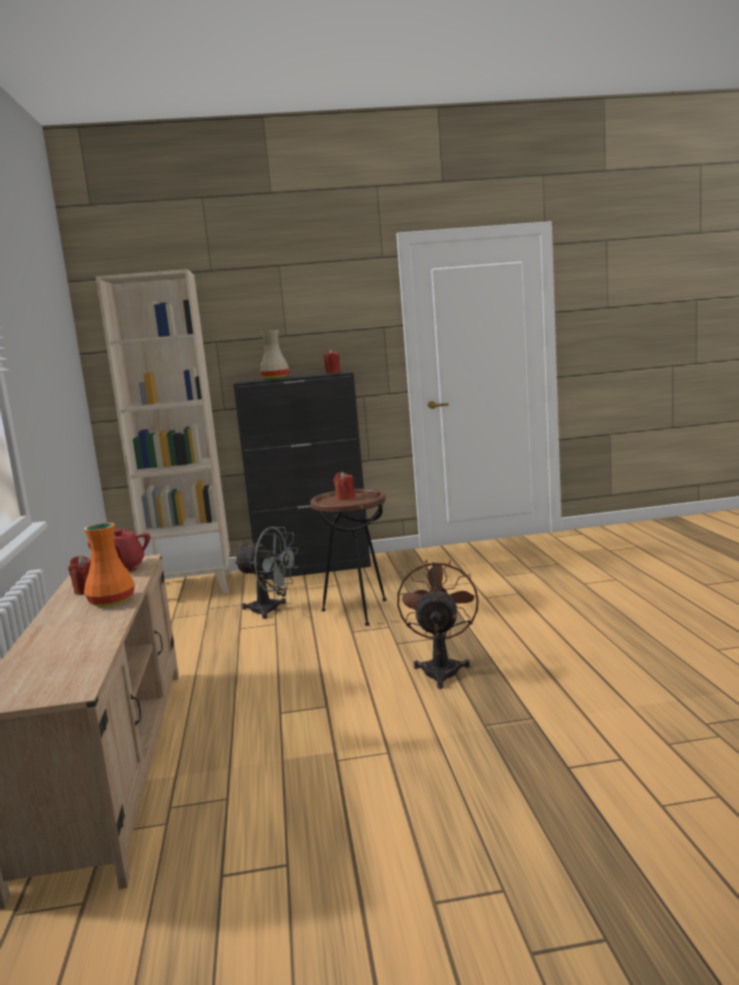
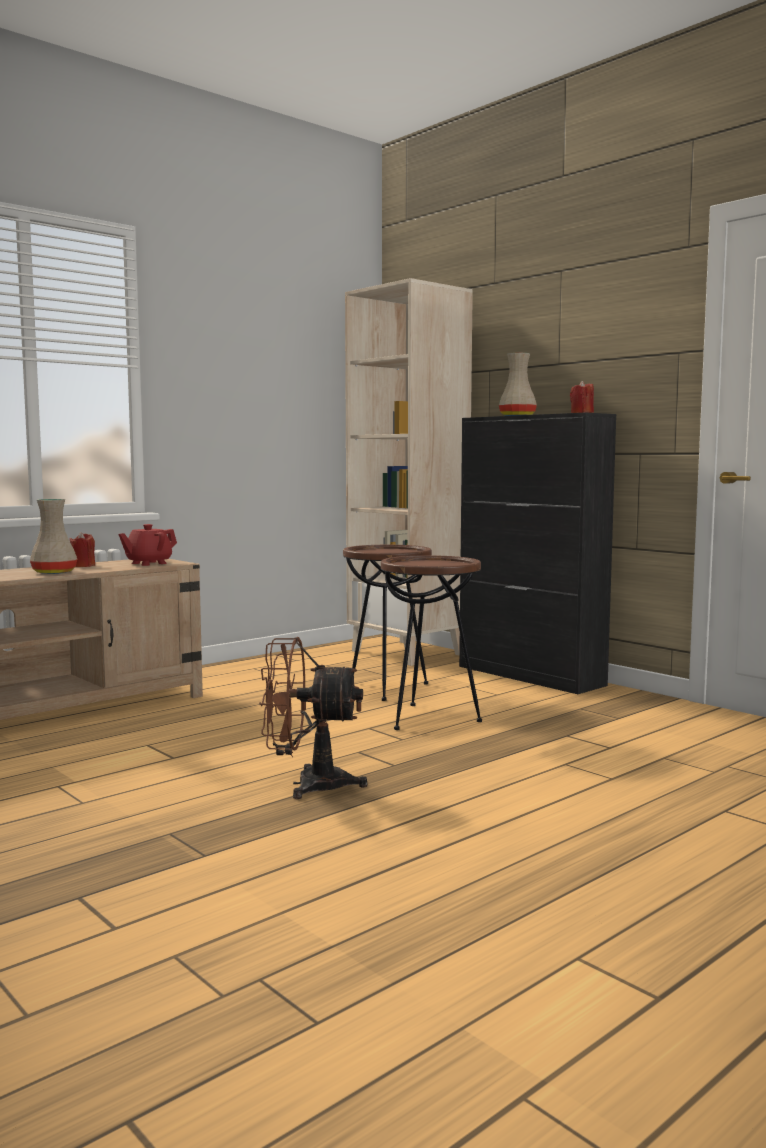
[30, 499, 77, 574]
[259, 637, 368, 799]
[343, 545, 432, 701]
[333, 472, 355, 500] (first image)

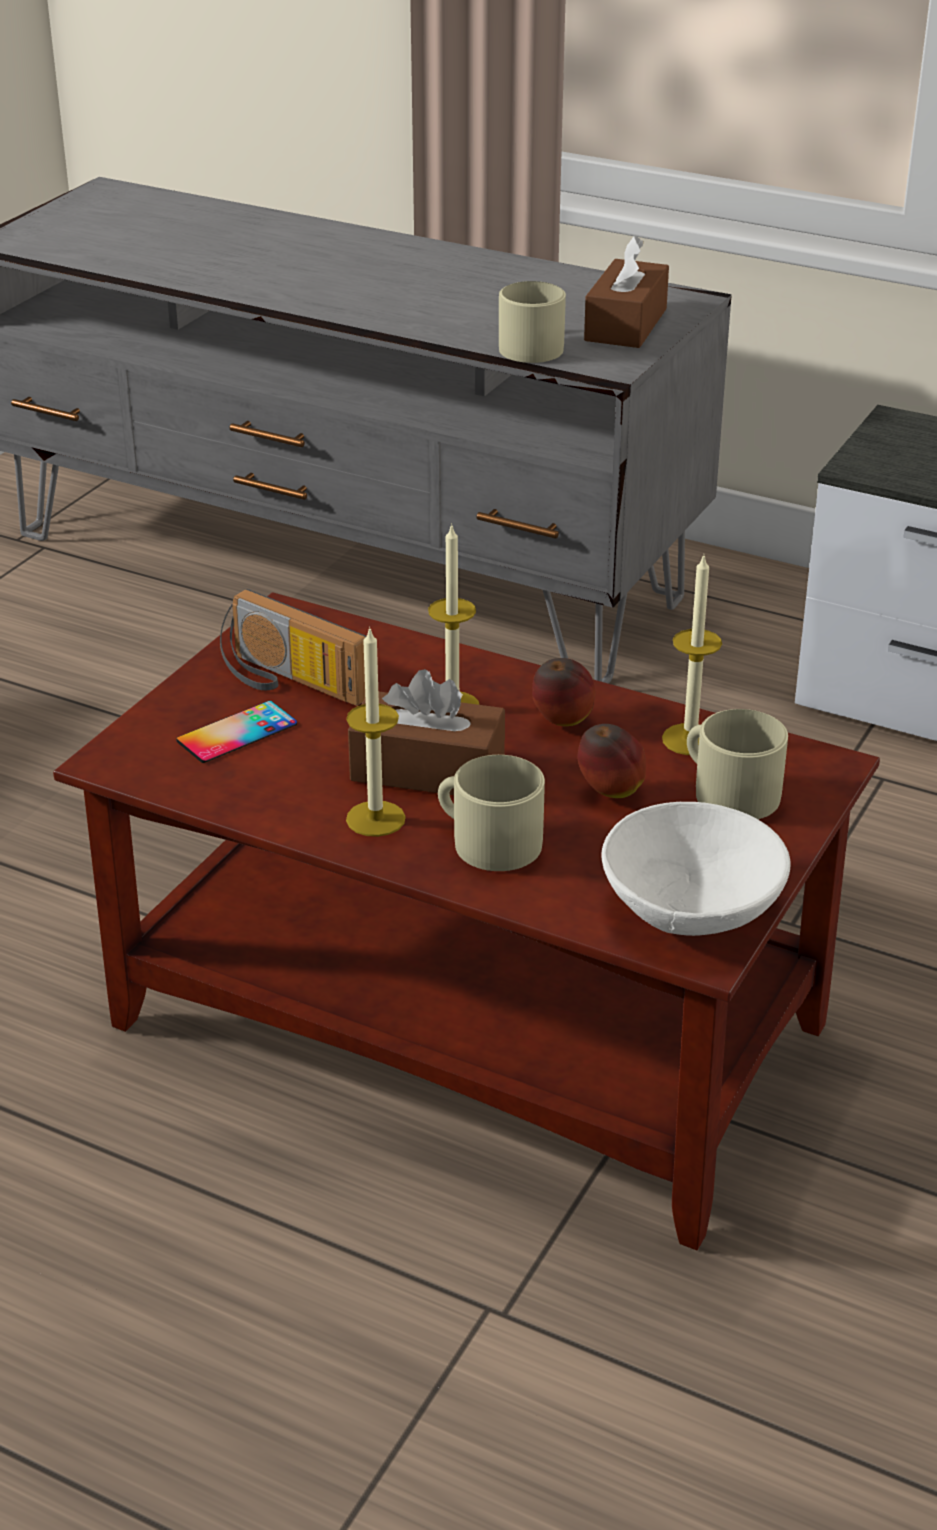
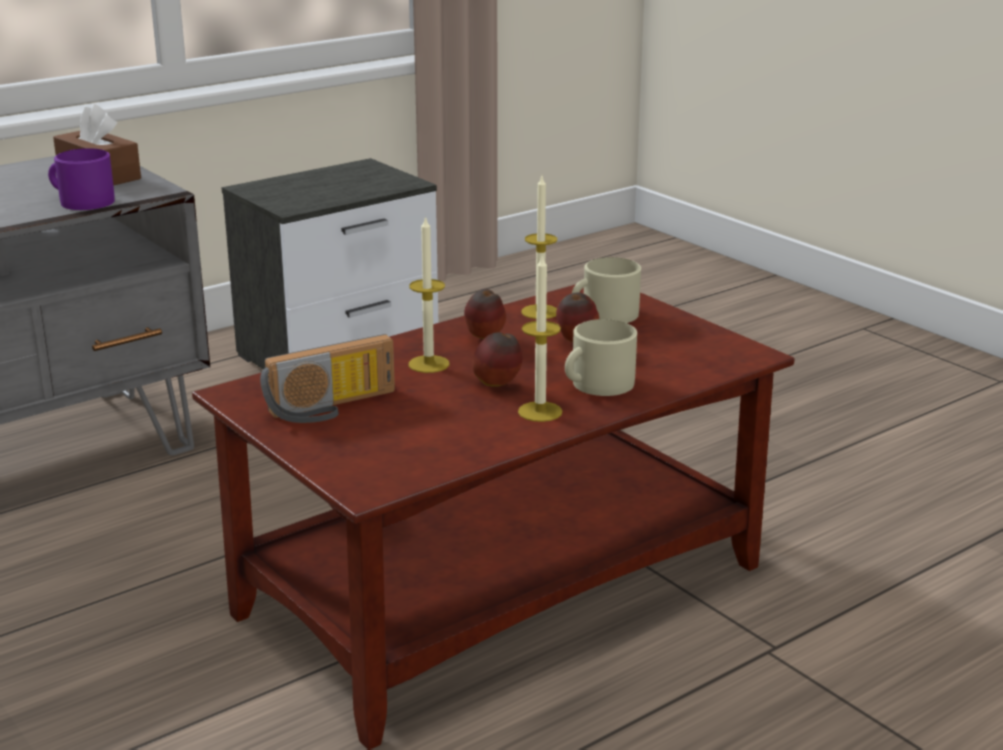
[48, 148, 115, 210]
[472, 332, 522, 387]
[176, 701, 297, 763] (first image)
[601, 802, 791, 936] (first image)

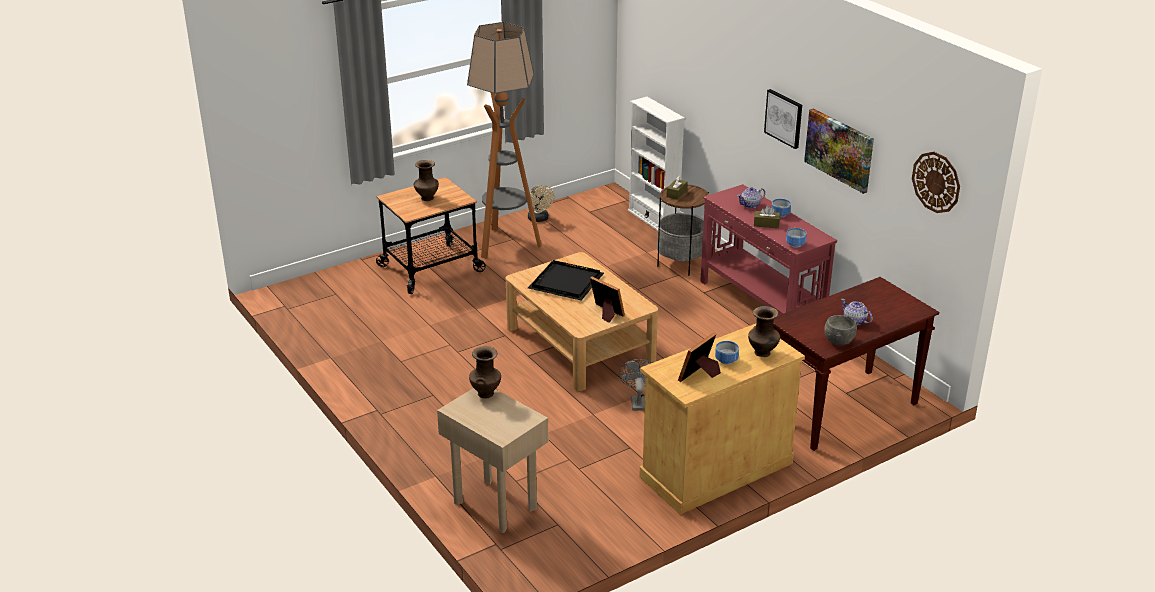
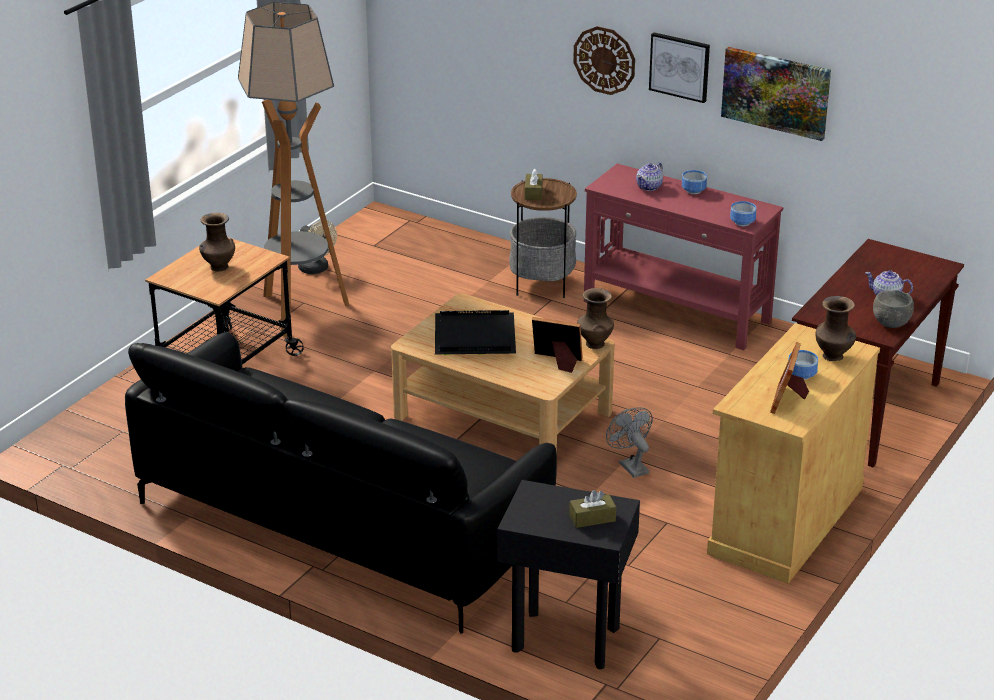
[125, 332, 557, 634]
[497, 480, 640, 669]
[569, 490, 616, 528]
[573, 26, 635, 95]
[577, 288, 614, 349]
[628, 97, 685, 231] (first image)

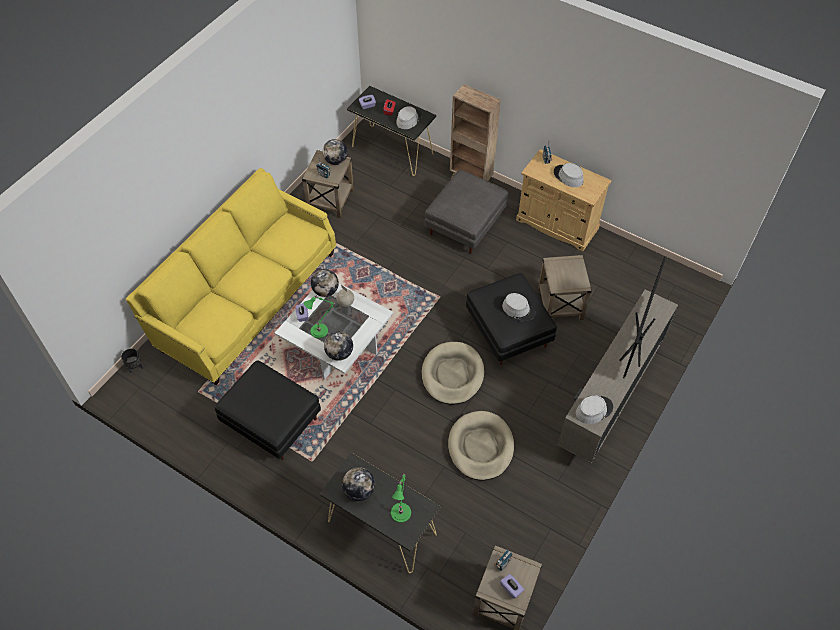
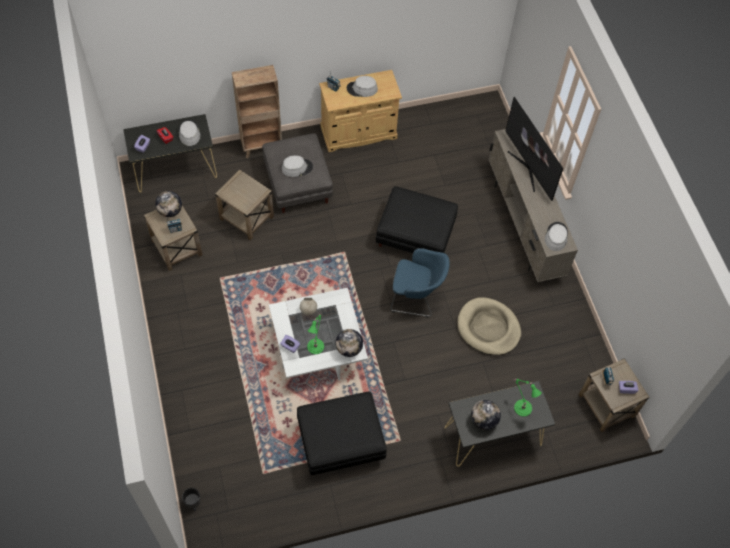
[215, 170, 274, 241]
[282, 155, 313, 177]
[390, 248, 450, 317]
[126, 168, 336, 385] (first image)
[311, 269, 339, 297] (first image)

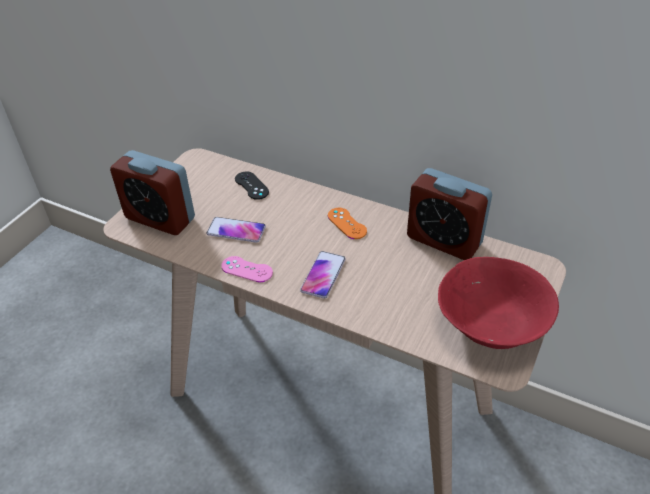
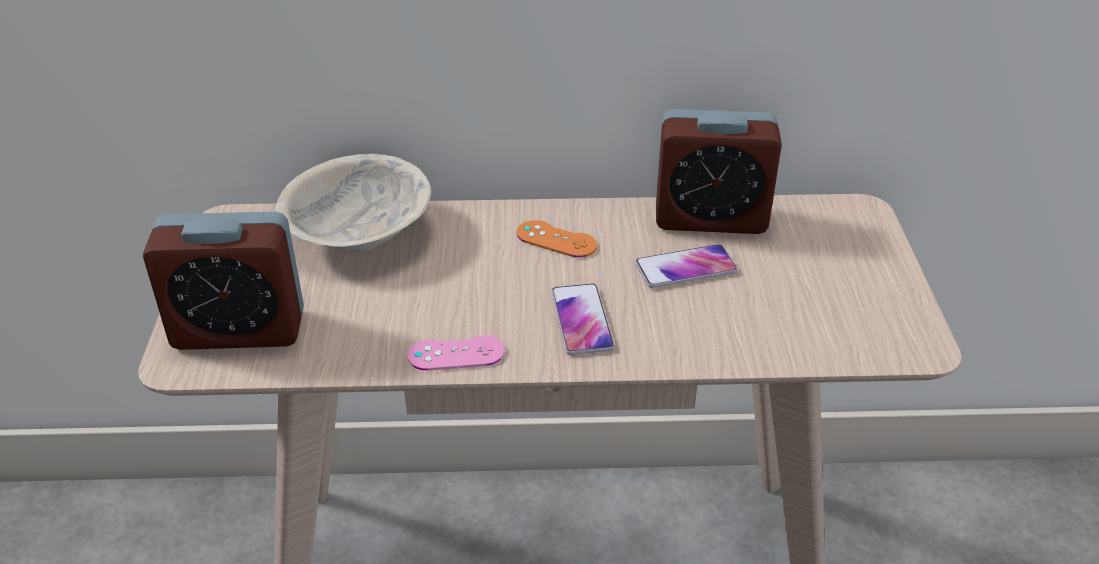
[276, 153, 431, 252]
[635, 244, 738, 288]
[438, 257, 559, 349] (first image)

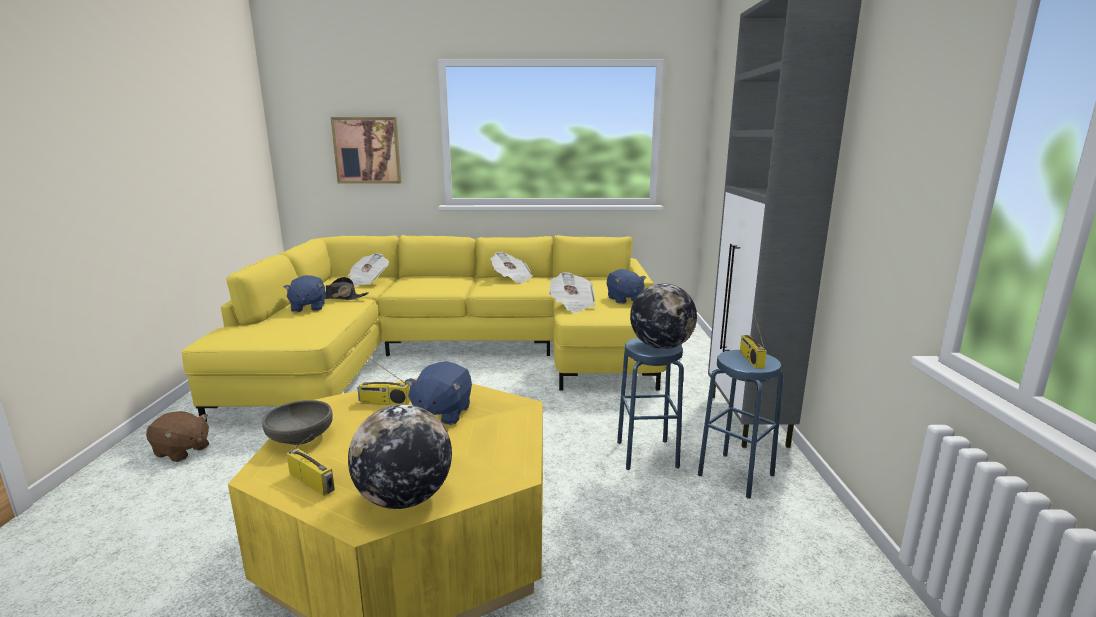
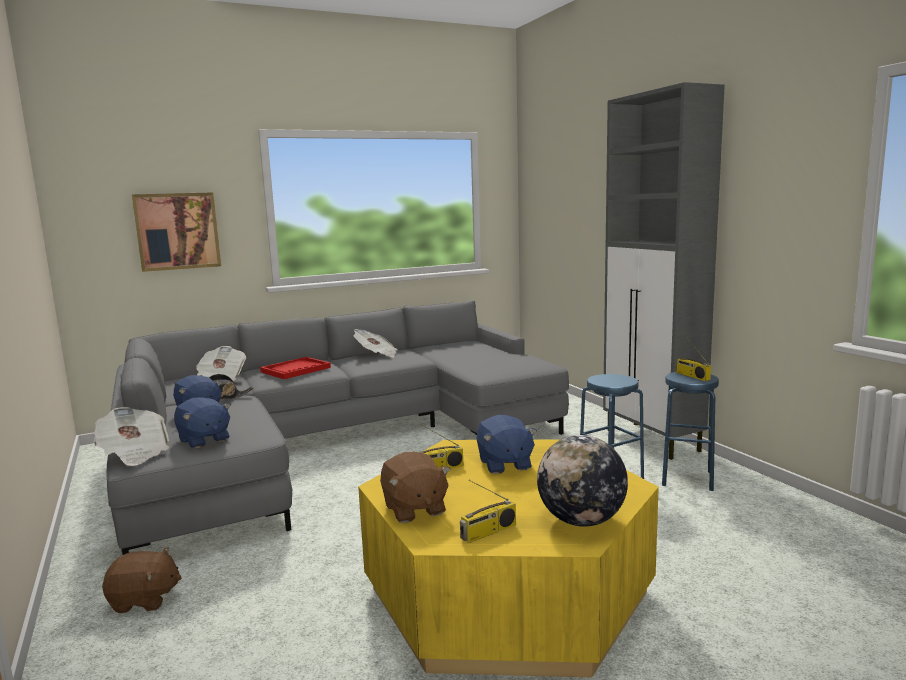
[94, 407, 169, 466]
[106, 300, 569, 555]
[174, 397, 231, 448]
[260, 357, 331, 379]
[380, 452, 450, 523]
[460, 480, 516, 543]
[630, 283, 697, 349] (first image)

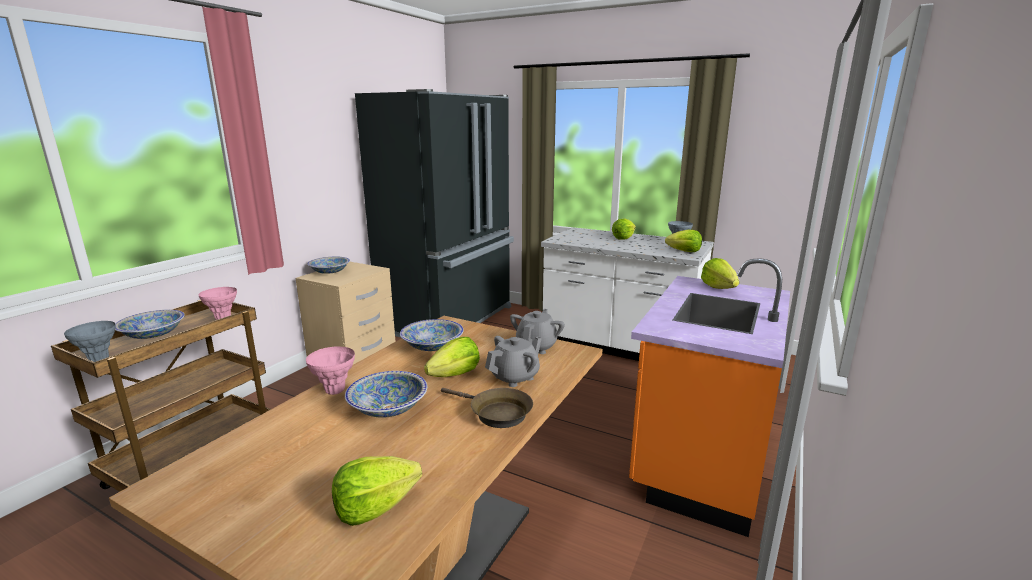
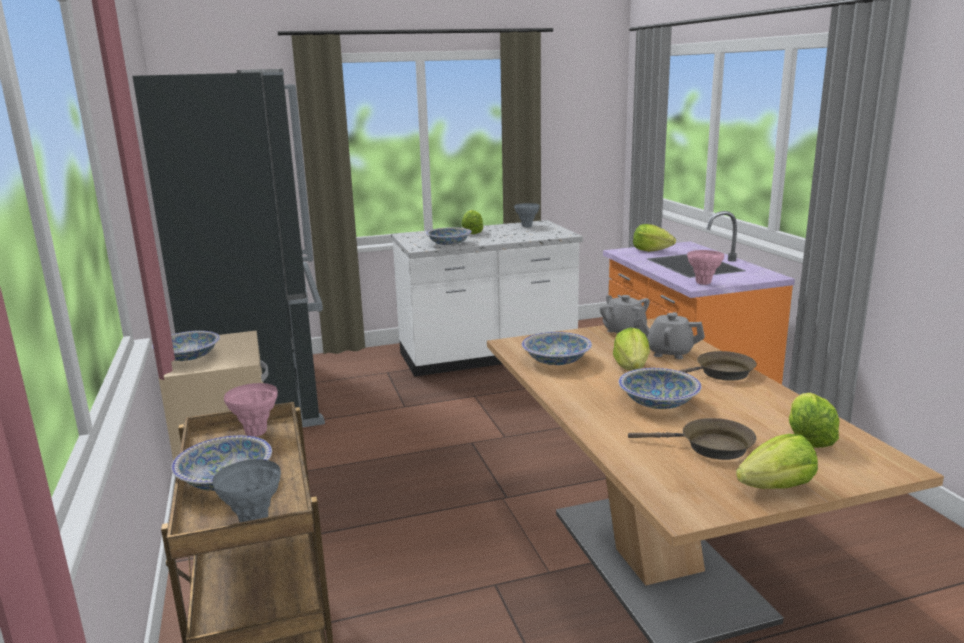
[426, 227, 472, 245]
[628, 418, 756, 460]
[637, 312, 705, 359]
[687, 250, 724, 285]
[736, 434, 818, 489]

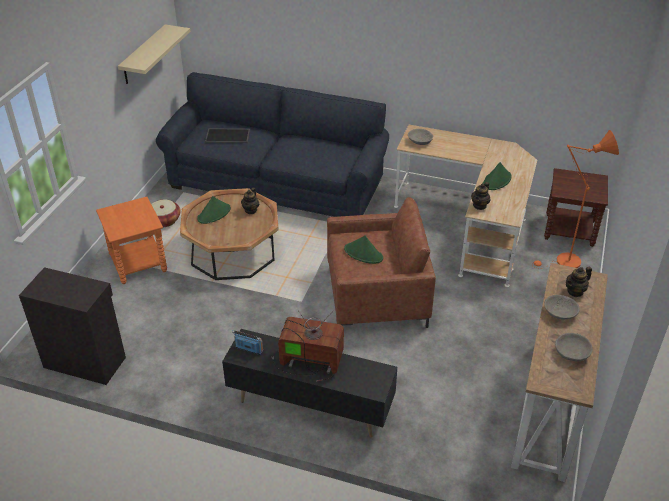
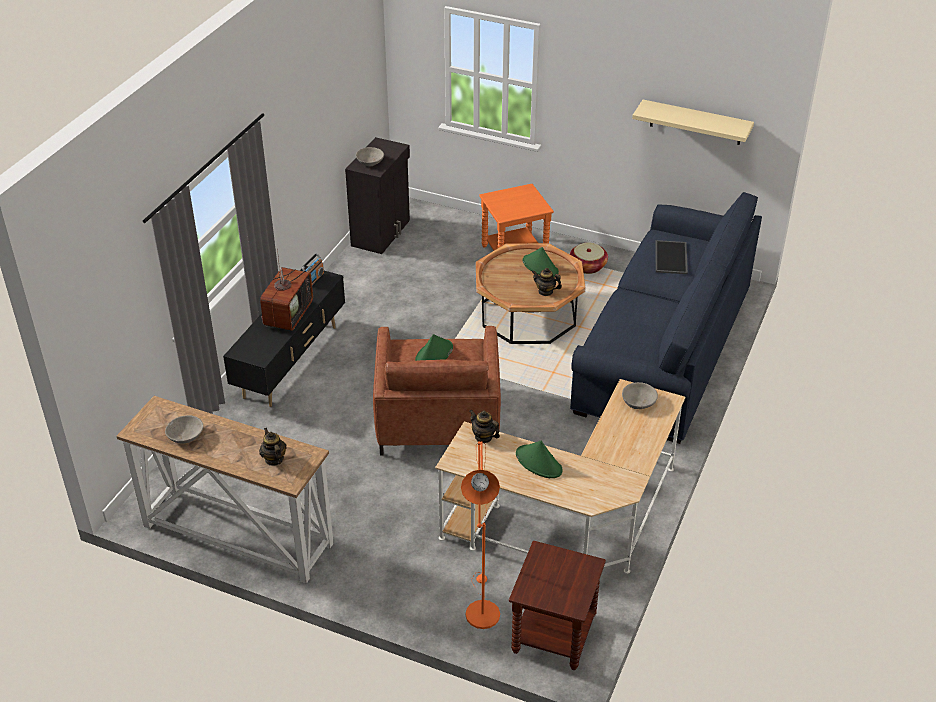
[356, 147, 384, 166]

